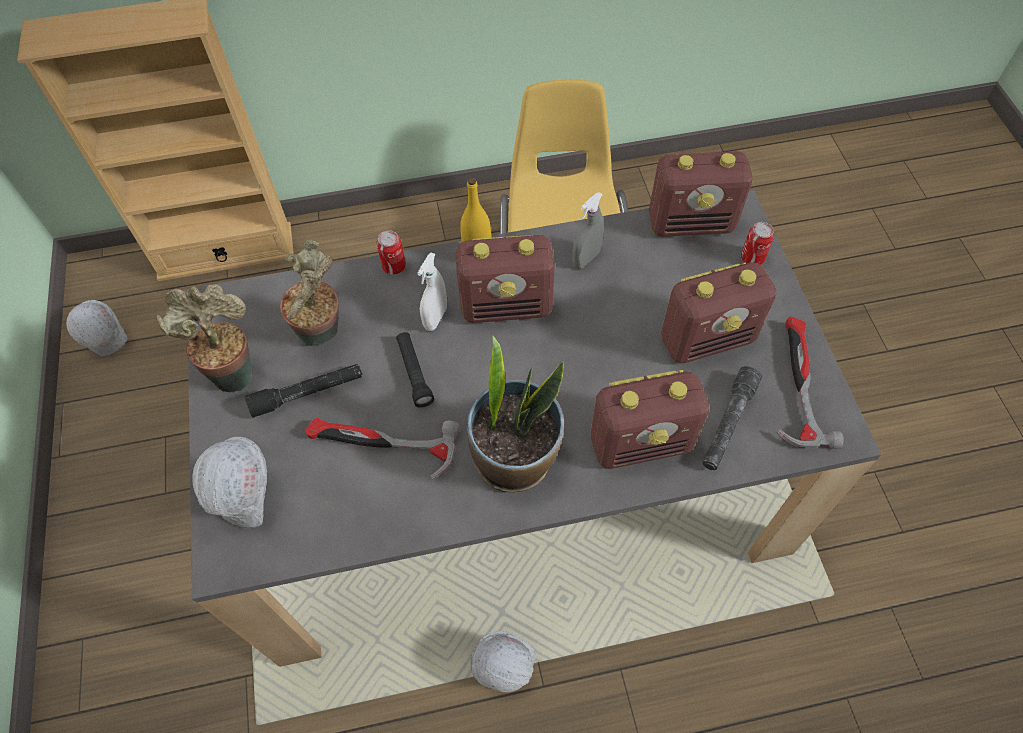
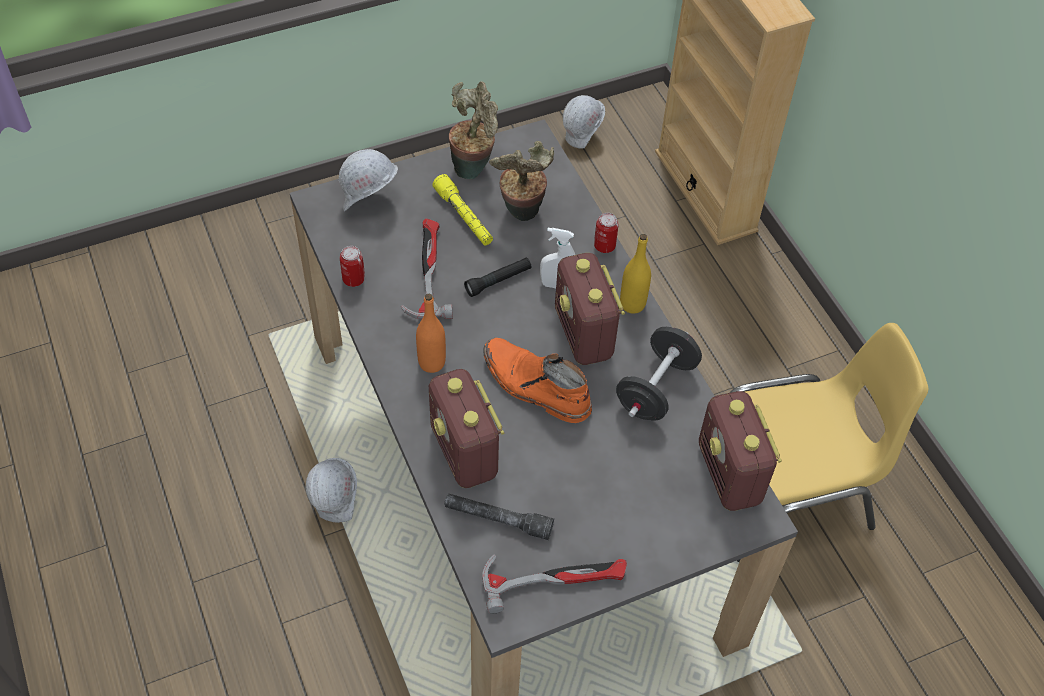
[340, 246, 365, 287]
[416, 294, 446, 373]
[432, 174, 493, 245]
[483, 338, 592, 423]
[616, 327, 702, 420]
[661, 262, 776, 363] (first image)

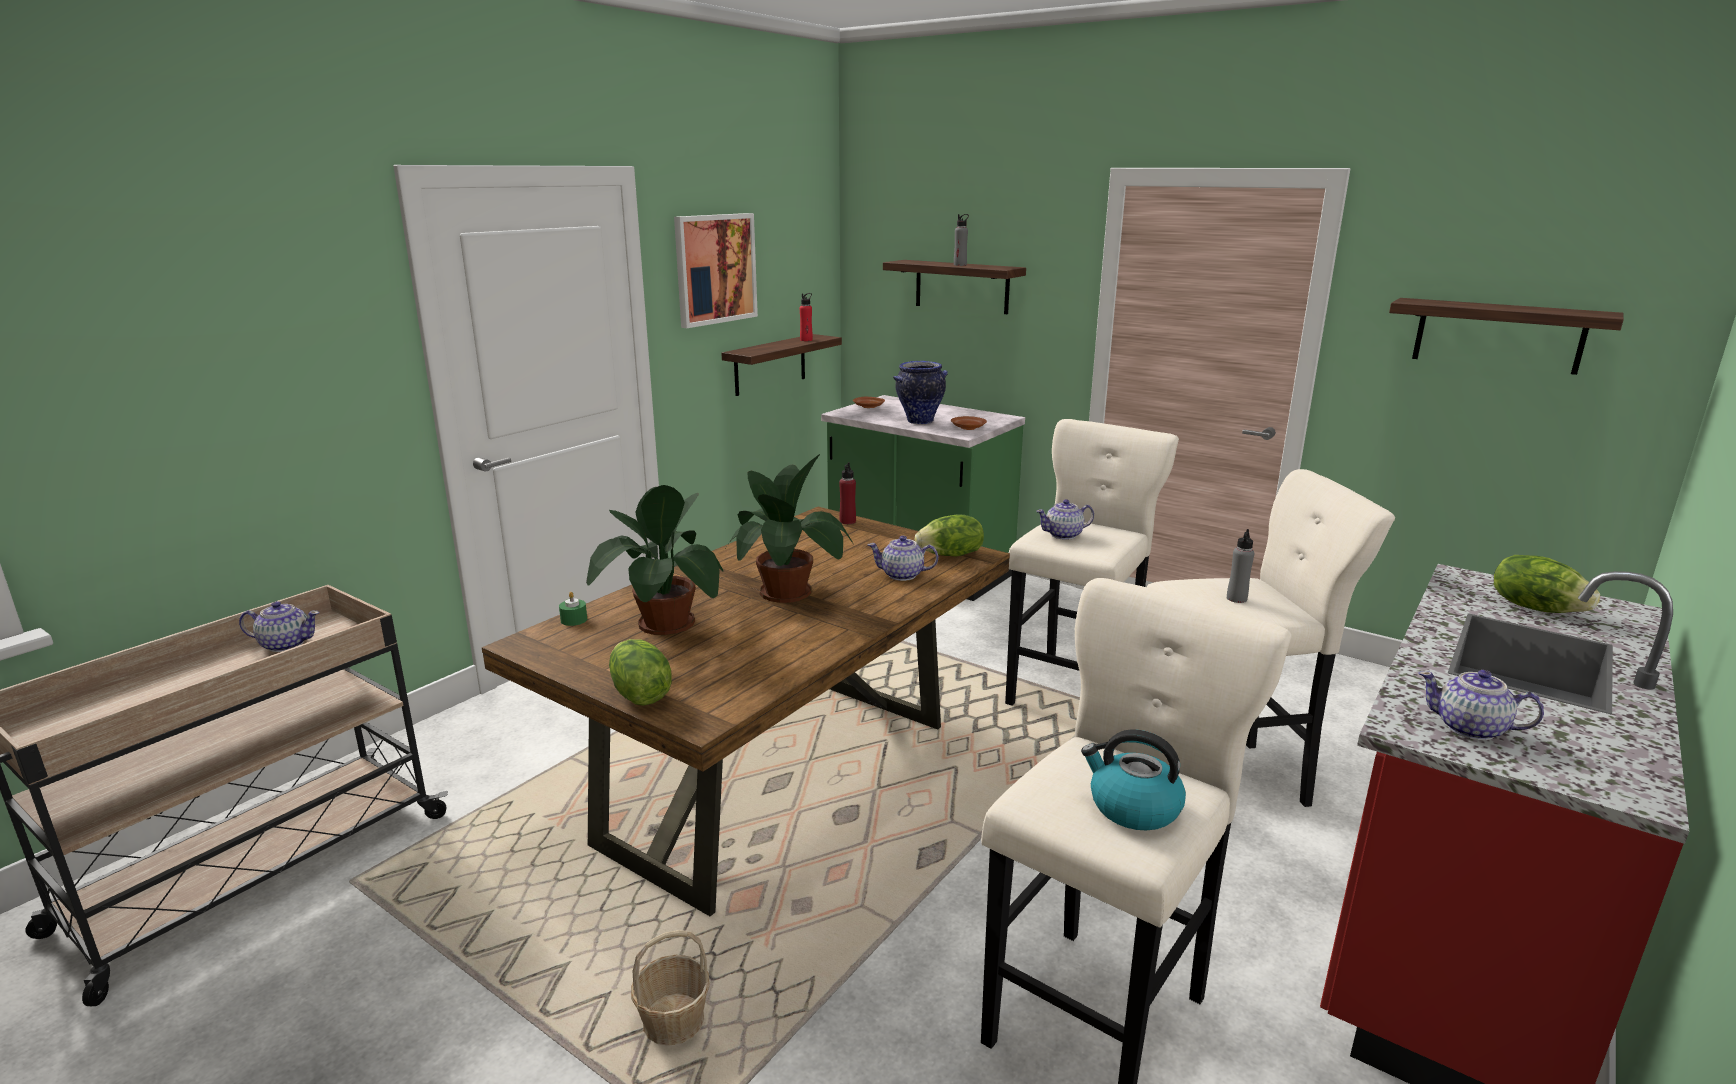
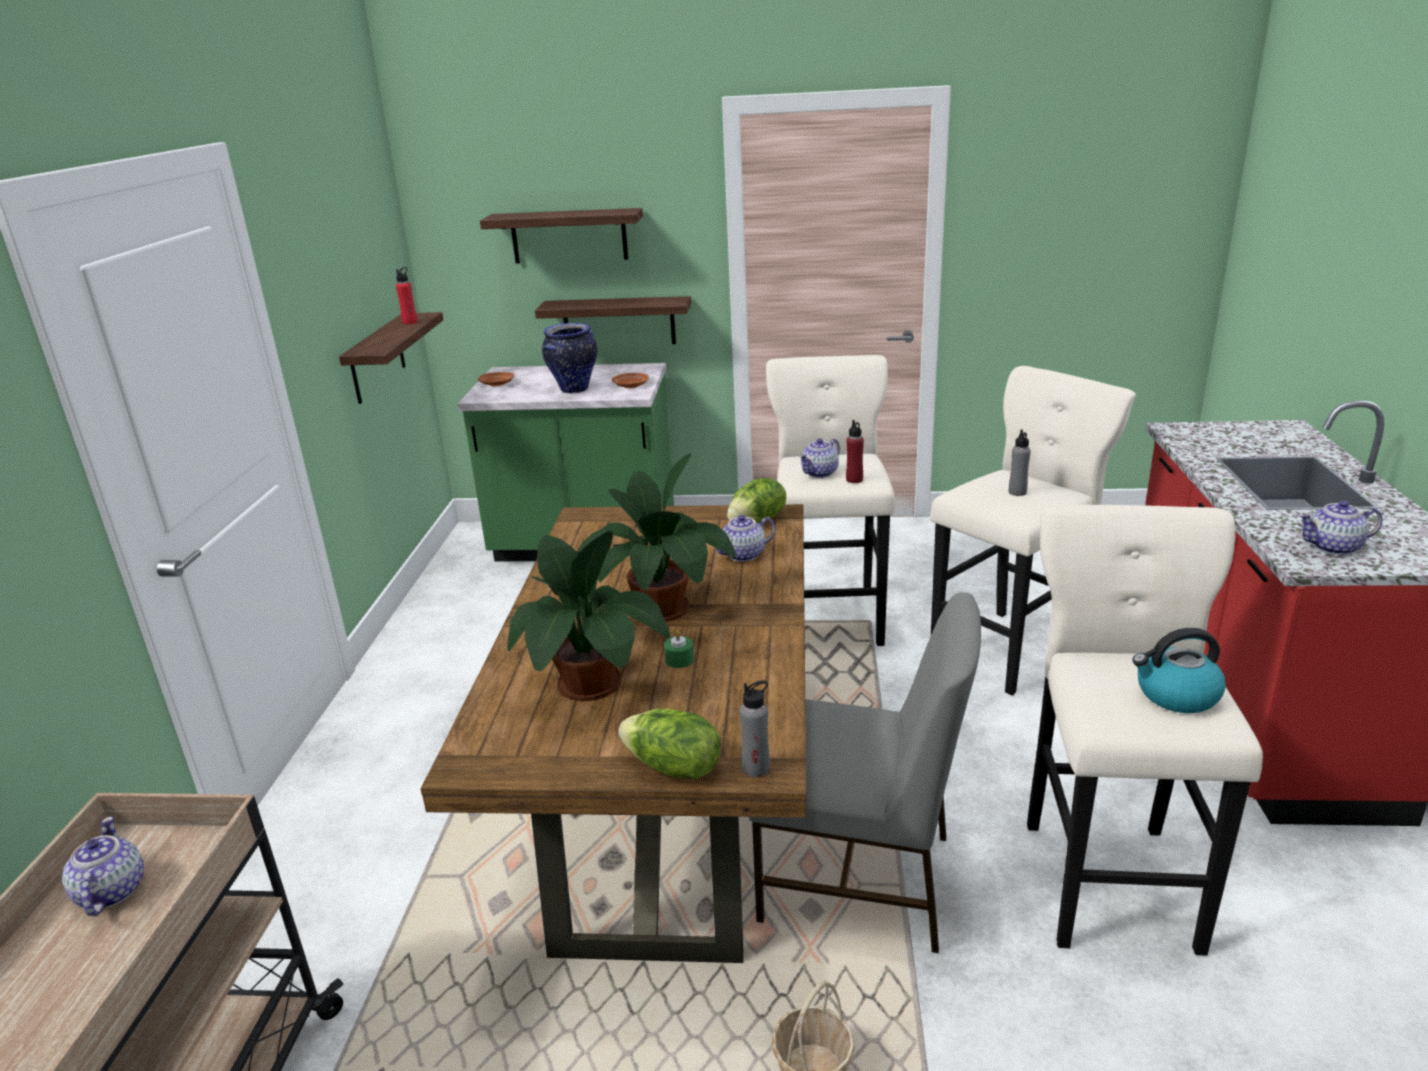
[62, 817, 144, 917]
[535, 296, 691, 344]
[664, 630, 694, 668]
[740, 680, 770, 777]
[748, 592, 981, 953]
[846, 420, 864, 483]
[674, 213, 758, 328] (first image)
[1494, 555, 1600, 613] (first image)

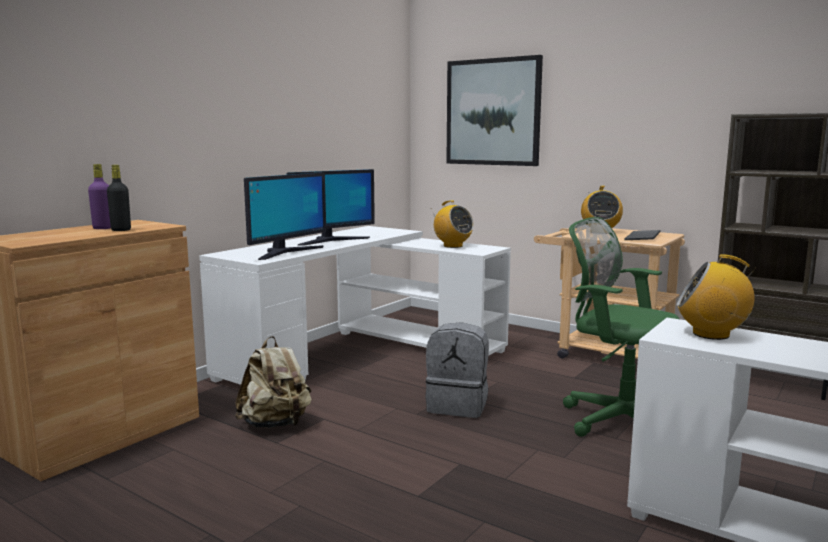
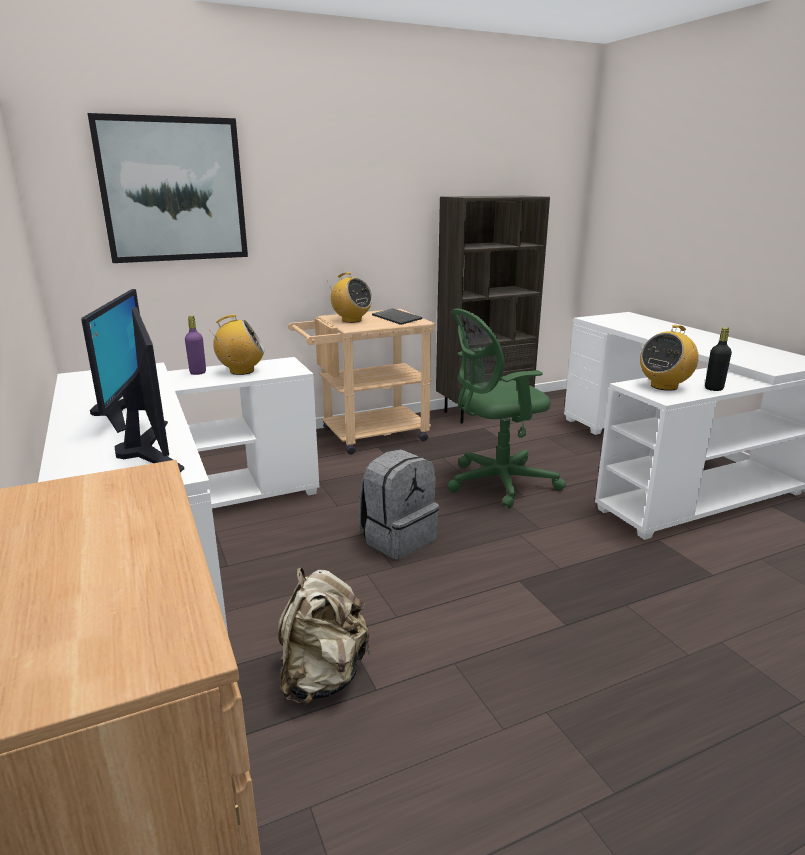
[185, 316, 206, 375]
[705, 327, 732, 391]

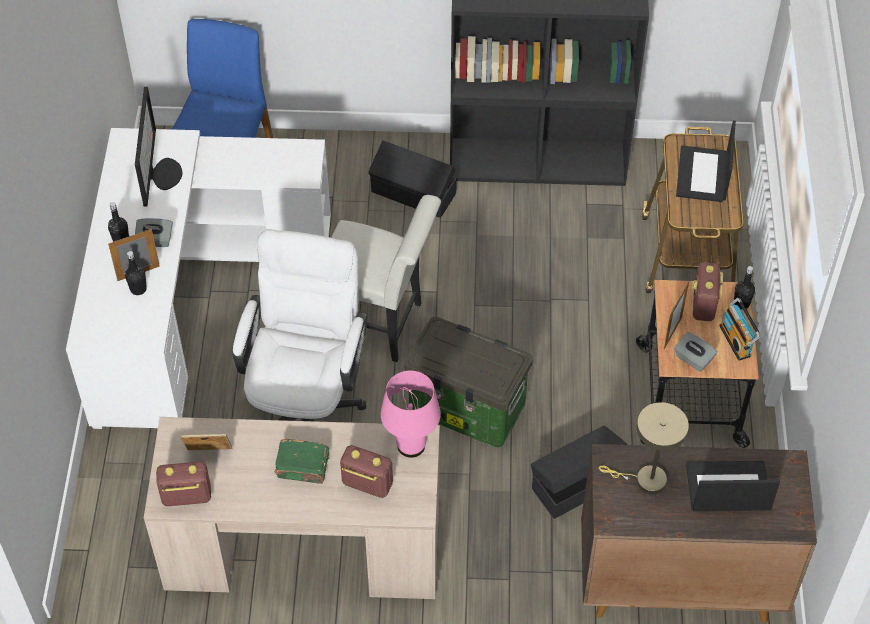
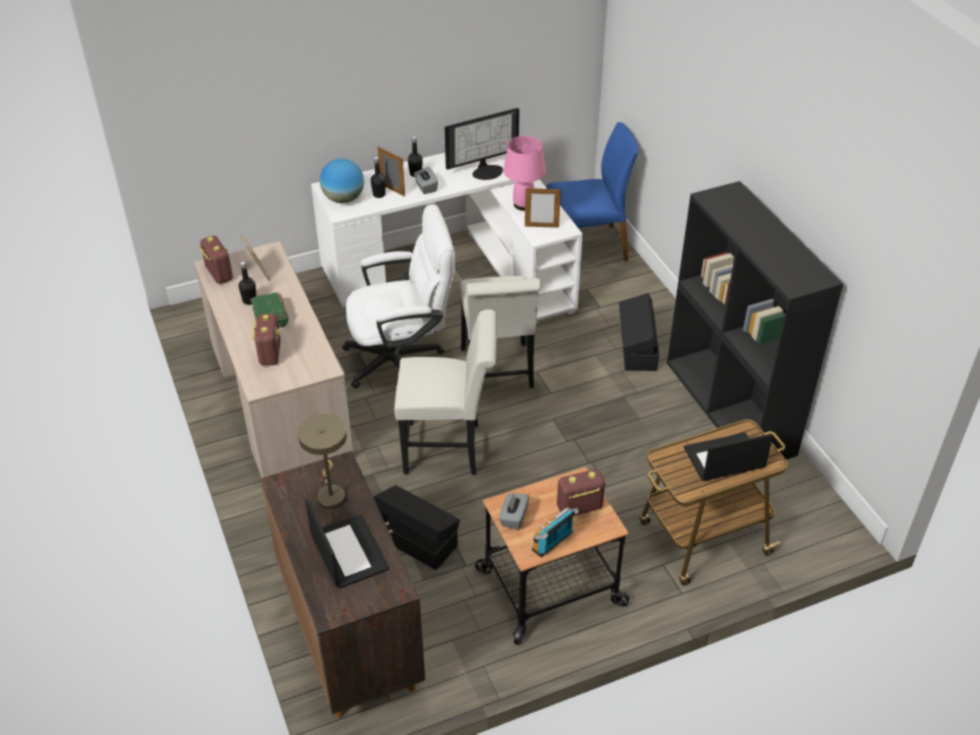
[239, 261, 256, 305]
[320, 158, 364, 203]
[395, 309, 497, 475]
[503, 136, 546, 211]
[525, 188, 561, 228]

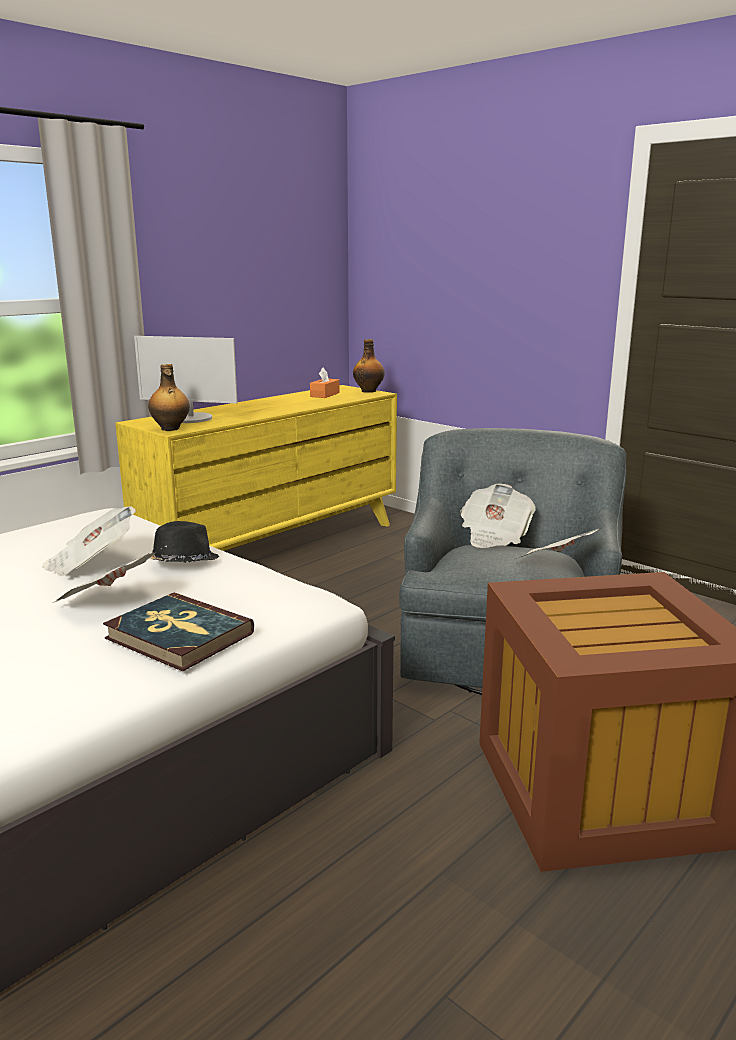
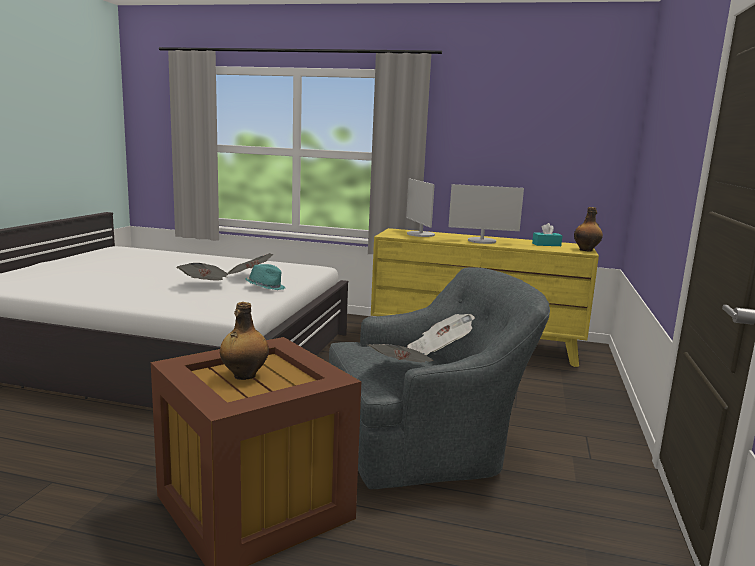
[220, 302, 269, 380]
[245, 264, 285, 290]
[448, 184, 524, 244]
[532, 223, 563, 246]
[103, 593, 254, 671] (first image)

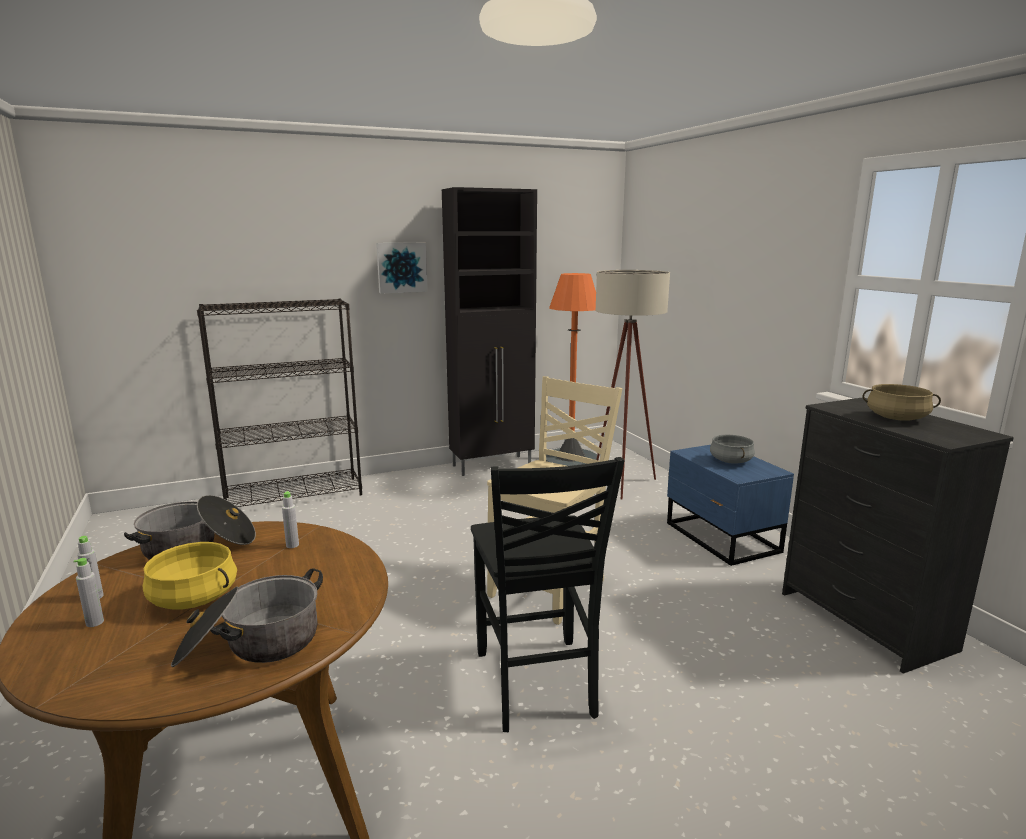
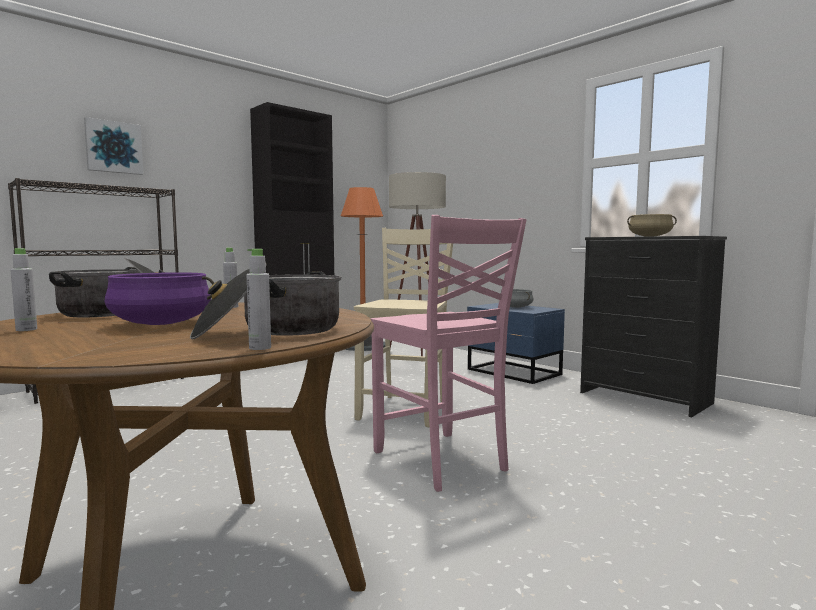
[84, 117, 143, 175]
[105, 272, 214, 325]
[247, 249, 271, 350]
[370, 215, 527, 492]

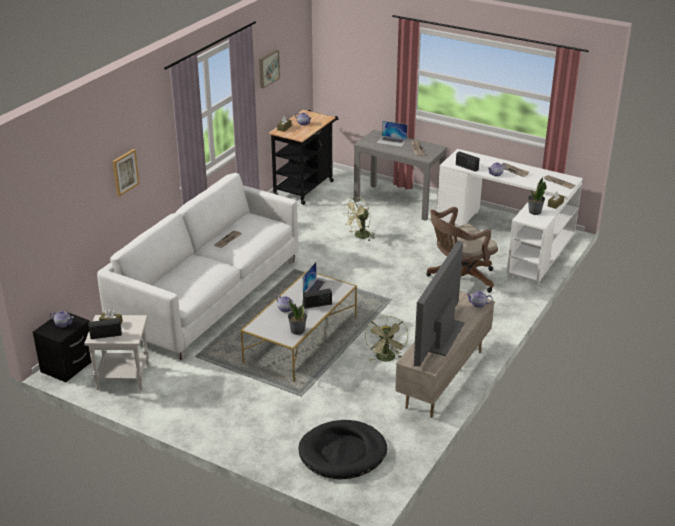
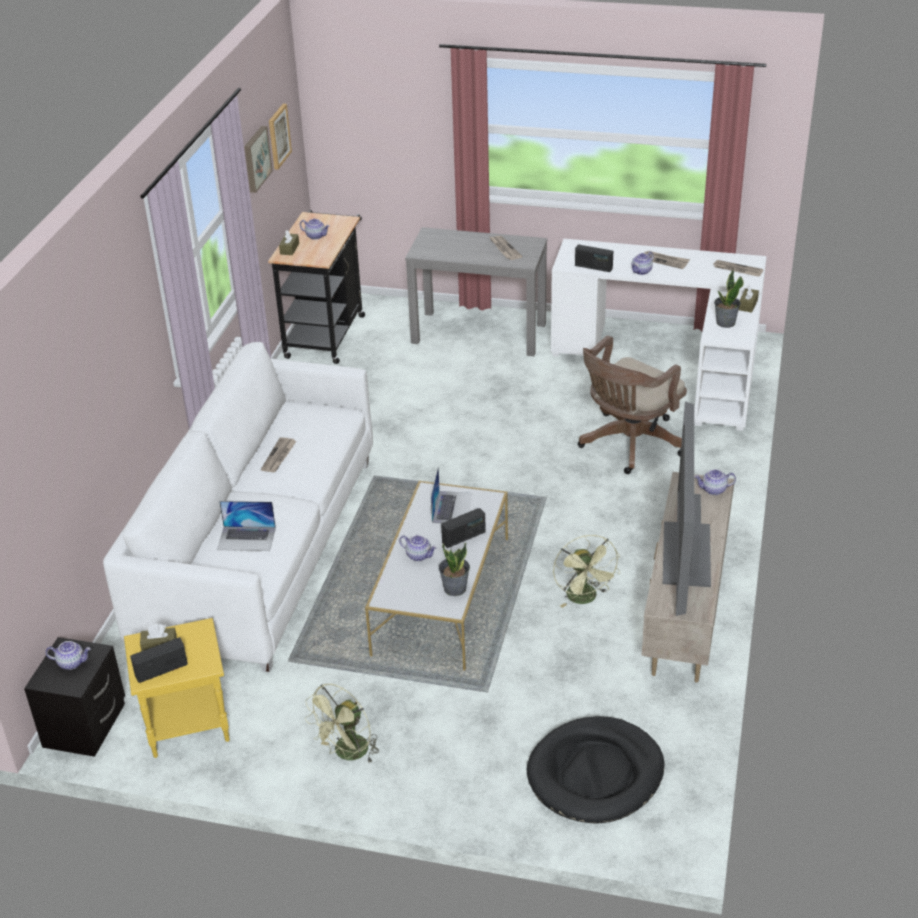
[124, 618, 230, 758]
[217, 501, 276, 551]
[269, 104, 292, 170]
[305, 684, 379, 764]

